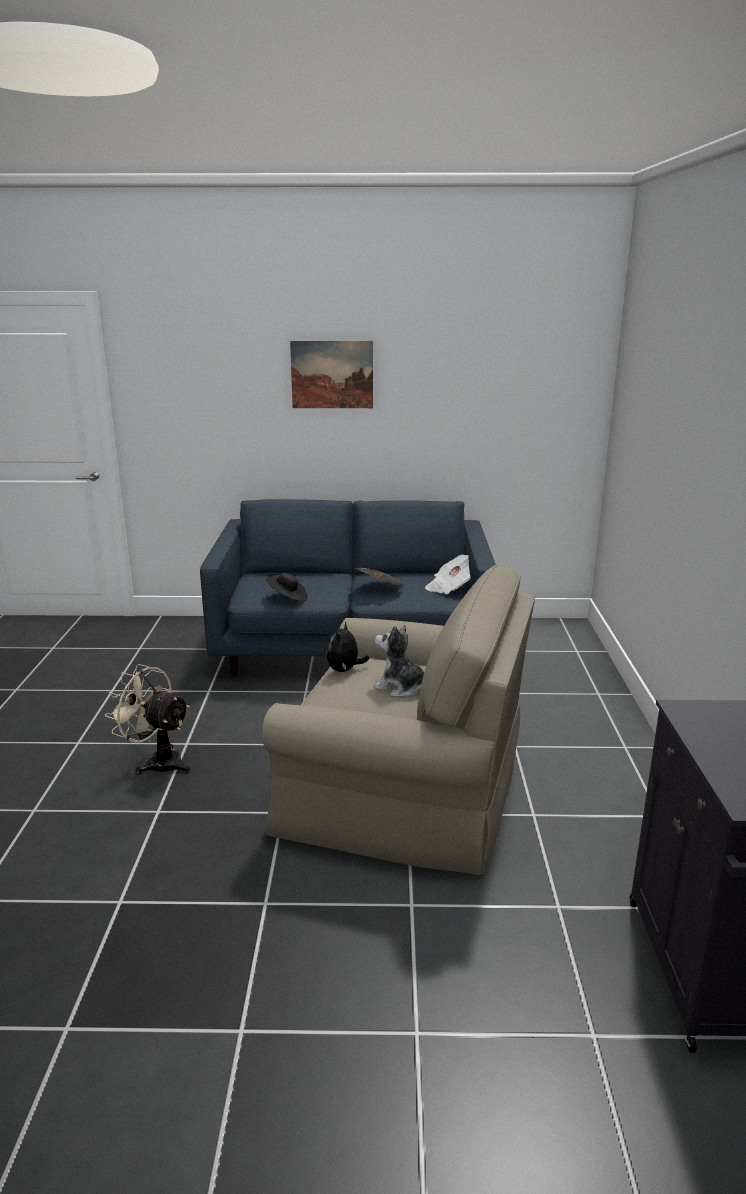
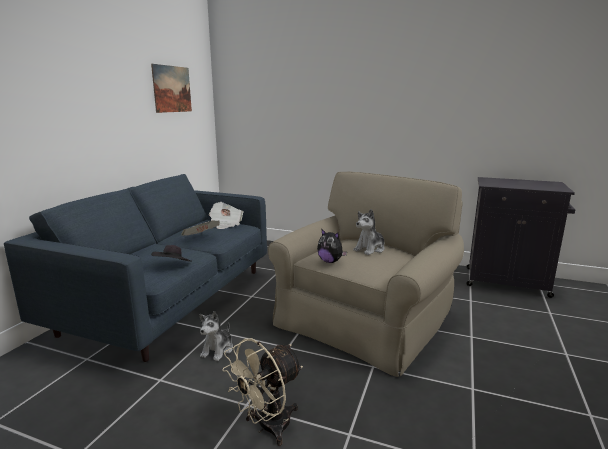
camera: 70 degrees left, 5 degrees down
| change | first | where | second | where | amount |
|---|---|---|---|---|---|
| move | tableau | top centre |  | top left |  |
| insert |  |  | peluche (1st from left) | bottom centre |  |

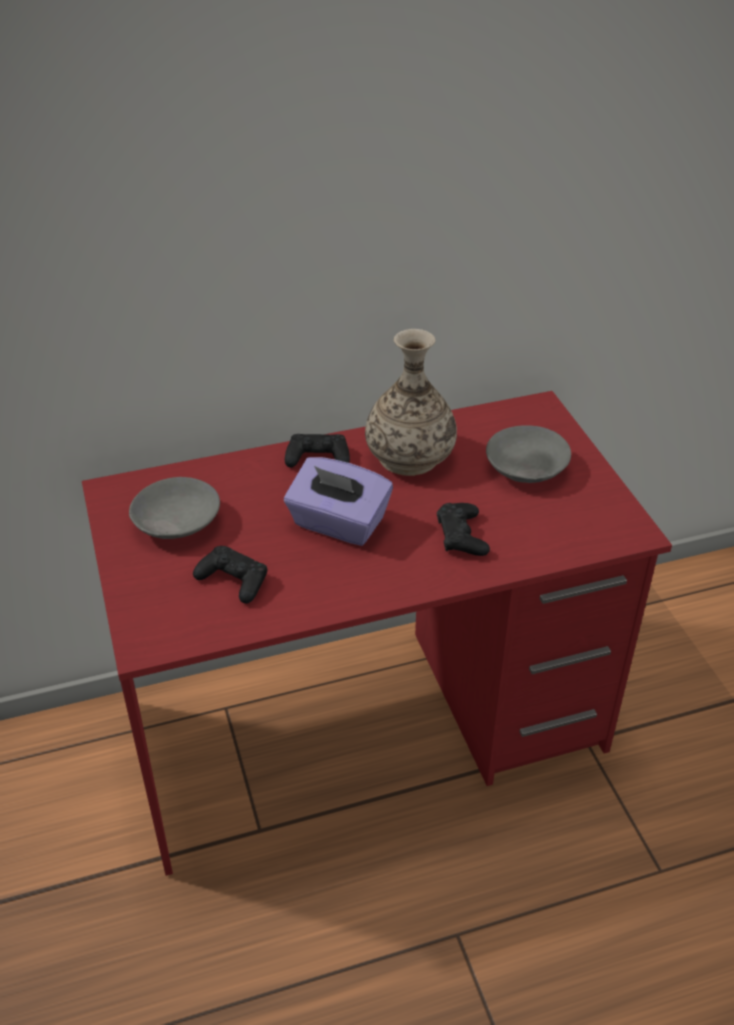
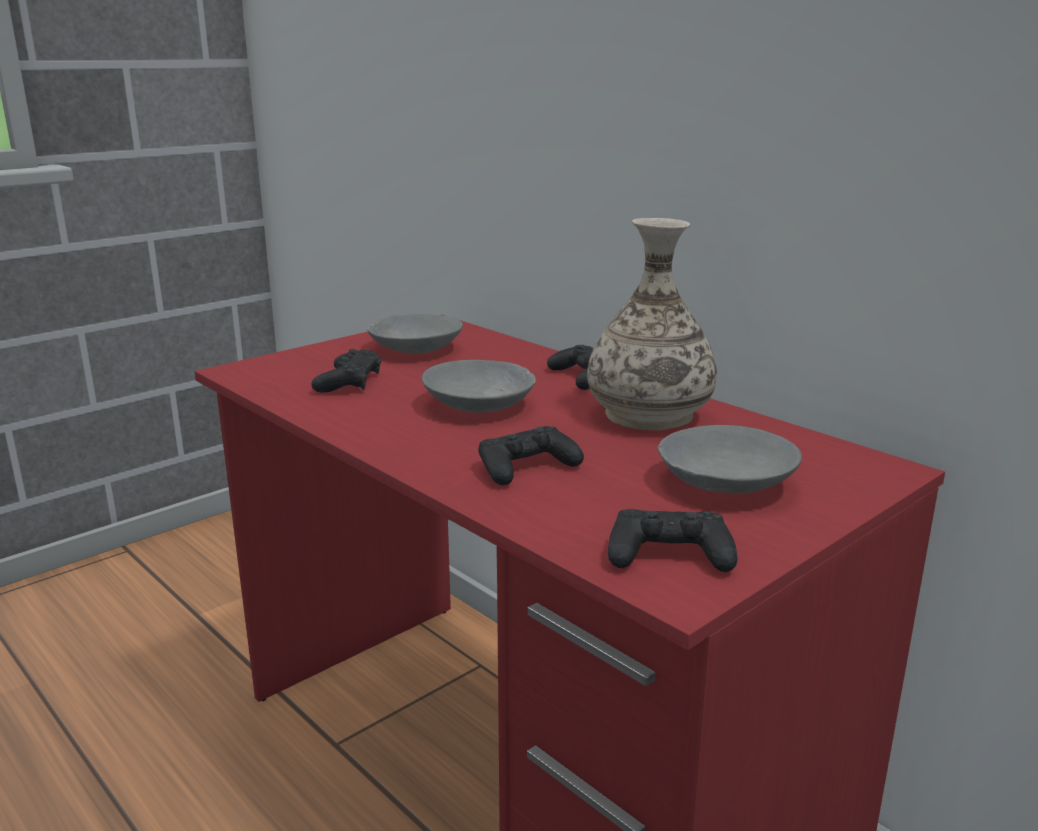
camera: 65 degrees right, 20 degrees down
| change | first | where | second | where | amount |
|---|---|---|---|---|---|
| replace | boîte à mouchoirs (violet) | centre | bol (gris) (2nd from left) | centre |  |
| insert |  |  | manette (noir) (4th from left) | centre |  |

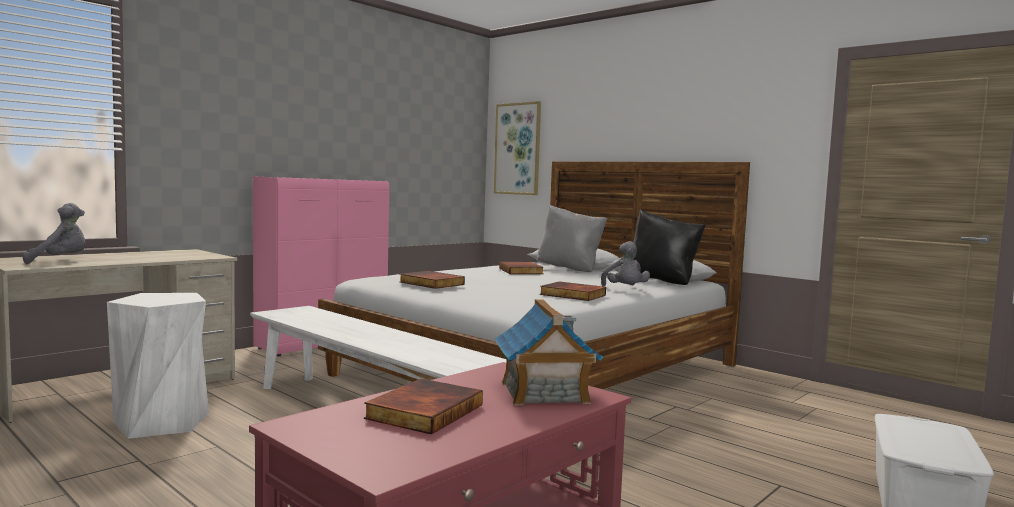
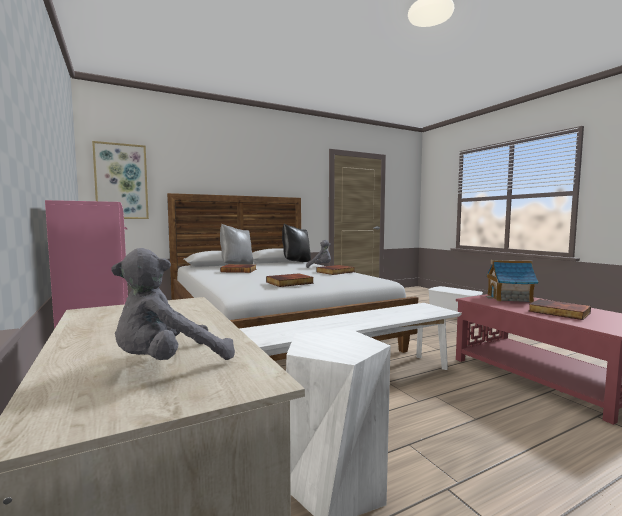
camera: 70 degrees left, 0 degrees up
| change | first | where | second | where | amount |
|---|---|---|---|---|---|
| rotate | peluche (gris) (1st from left) | middle left |  | middle left | 120 degrees counterclockwise |

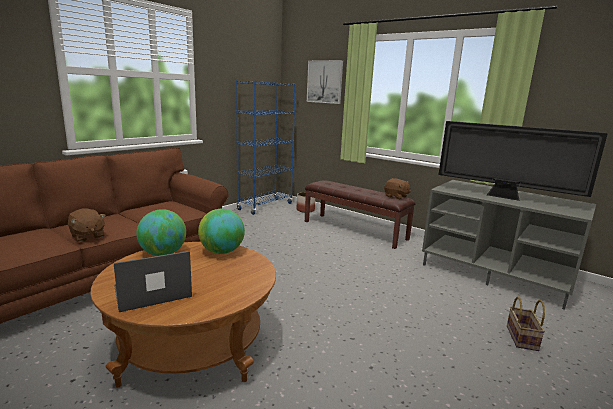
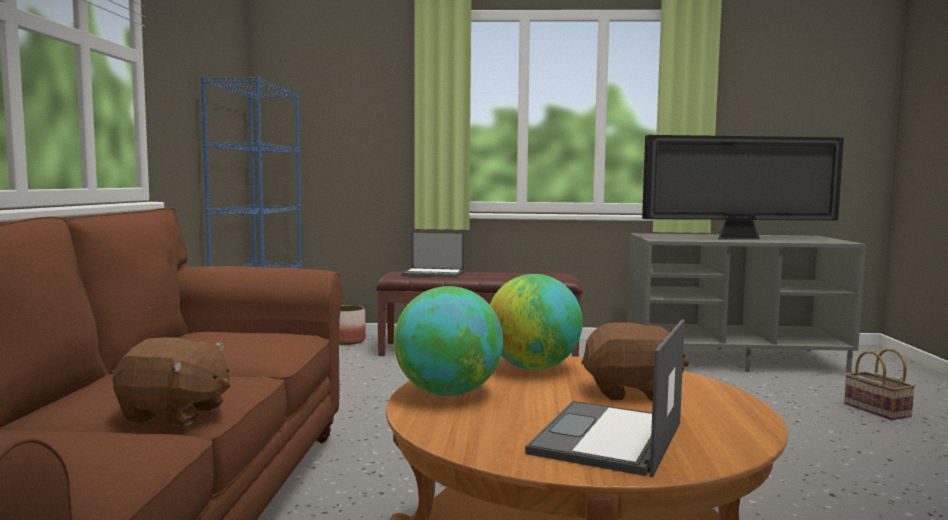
camera: 35 degrees left, 10 degrees down
| change | first | where | second | where | amount |
|---|---|---|---|---|---|
| insert |  |  | ordinateur portable (1st from left) | centre |  |
| move | peluche (marron) (2nd from left) | centre |  | bottom right |  |
| delete | tableau | top centre |  |  |  |

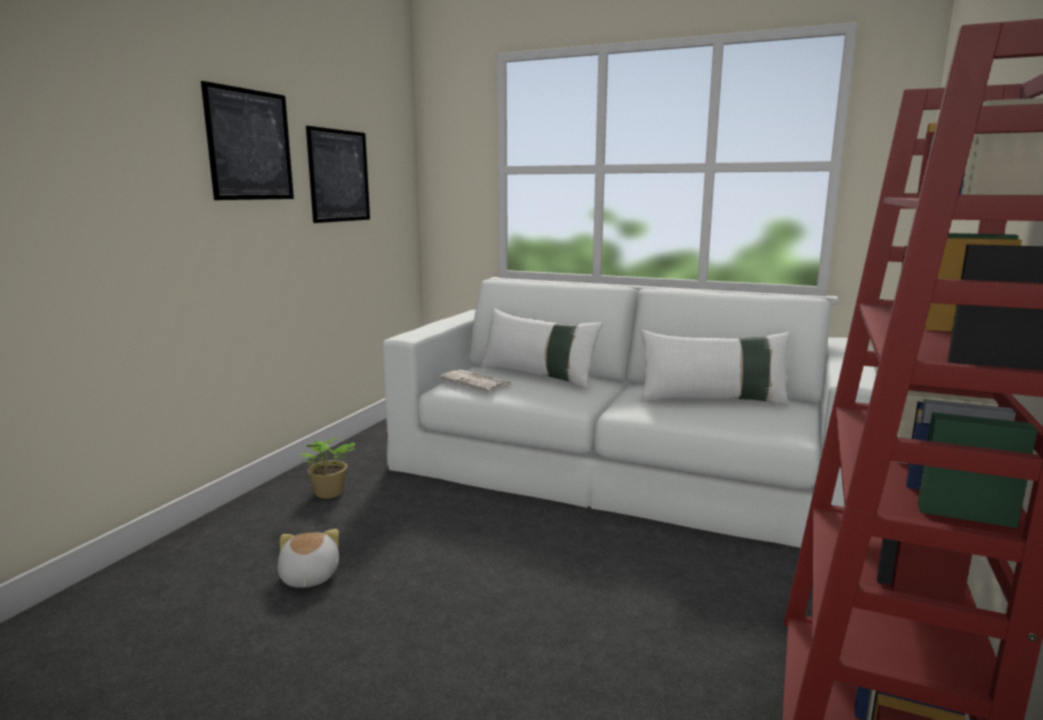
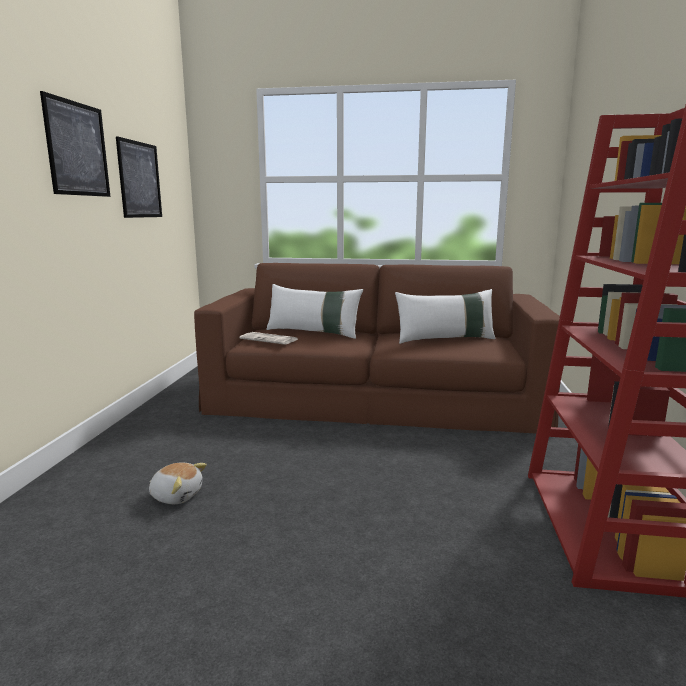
camera: 15 degrees left, 0 degrees up
| change | first | where | second | where | amount |
|---|---|---|---|---|---|
| rotate | peluche | bottom left |  | bottom left | 135 degrees clockwise |
| recolor | canapé (blanc) | centre | canapé (marron) | centre |  |
| delete | plante en pot | middle left |  |  |  |

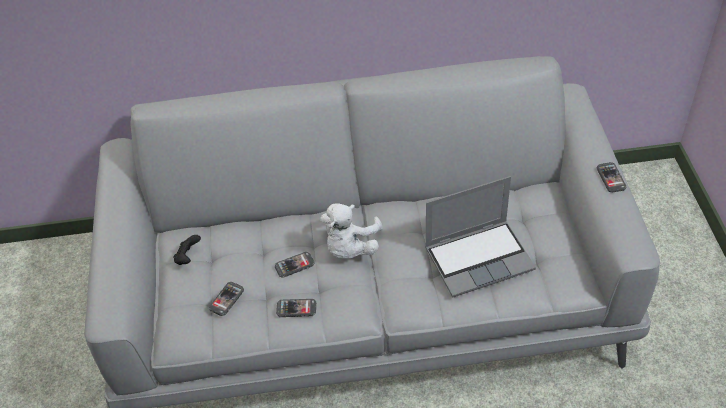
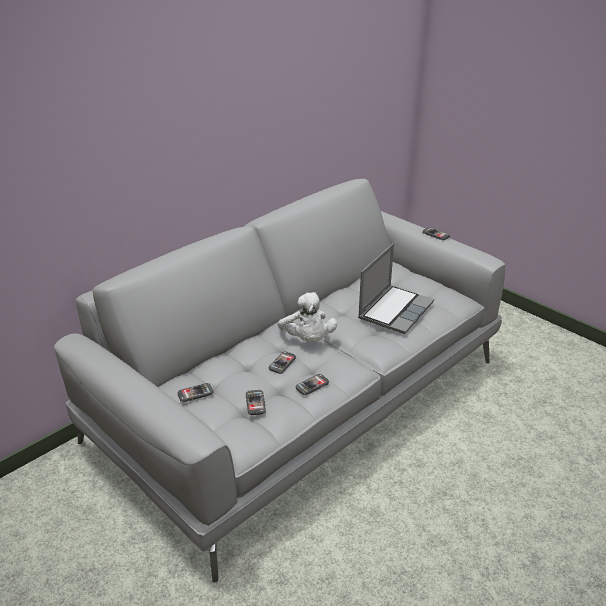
camera: 40 degrees left, 15 degrees down
| change | first | where | second | where | amount |
|---|---|---|---|---|---|
| replace | manette (noir) | middle left | téléphone (1st from left) | middle left |  |

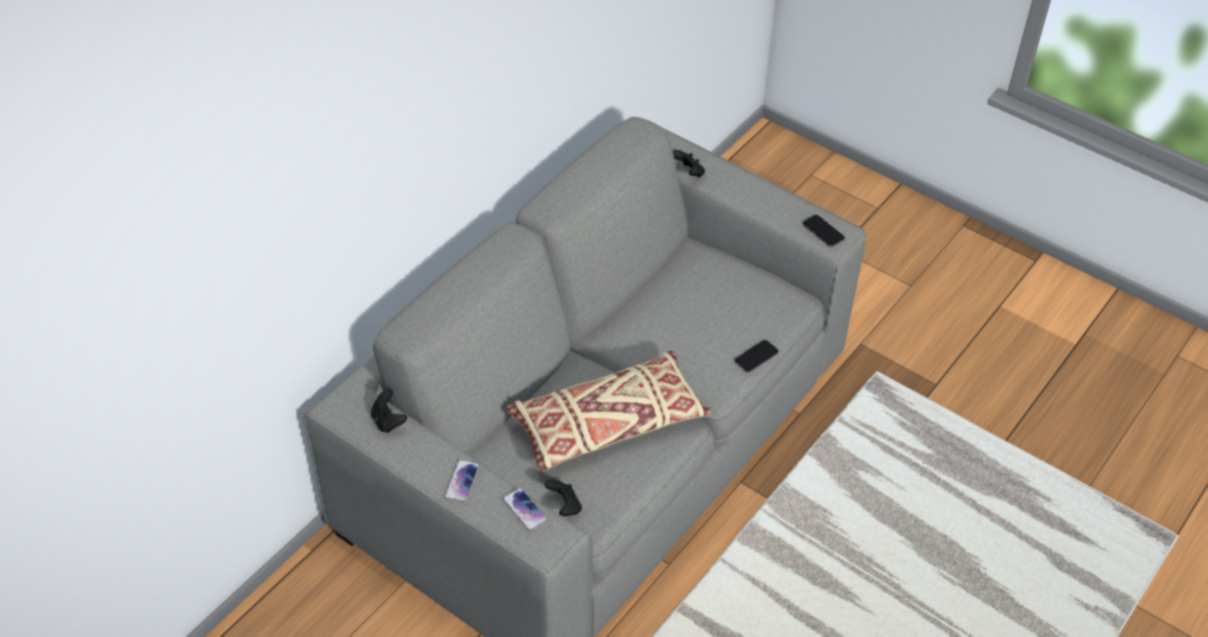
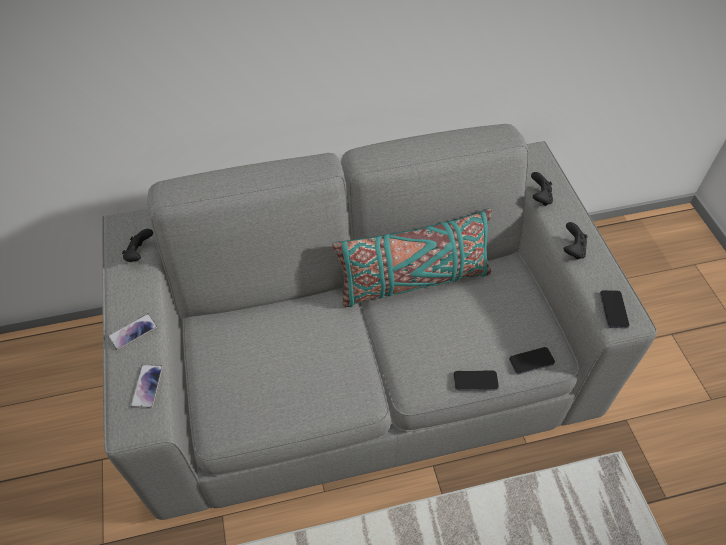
camera: 40 degrees right, 5 degrees up
| change | first | where | second | where | amount |
|---|---|---|---|---|---|
| insert |  |  | coussin (turquoise) | centre |  |
| insert |  |  | téléphone (4th from left) | middle right |  |
| move | manette (noir) (2nd from left in the first image) | bottom centre | manette (noir) (3rd from left) | middle right |  |
| delete | coussin (beige) | centre |  |  |  |

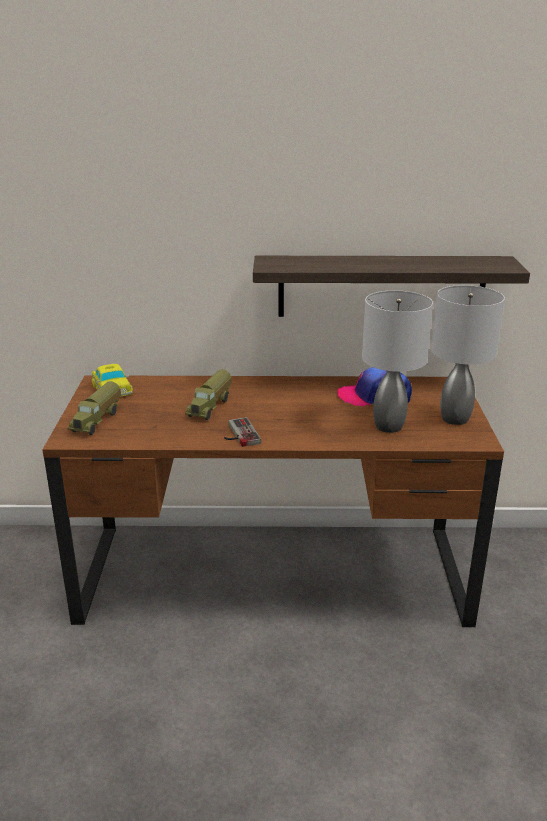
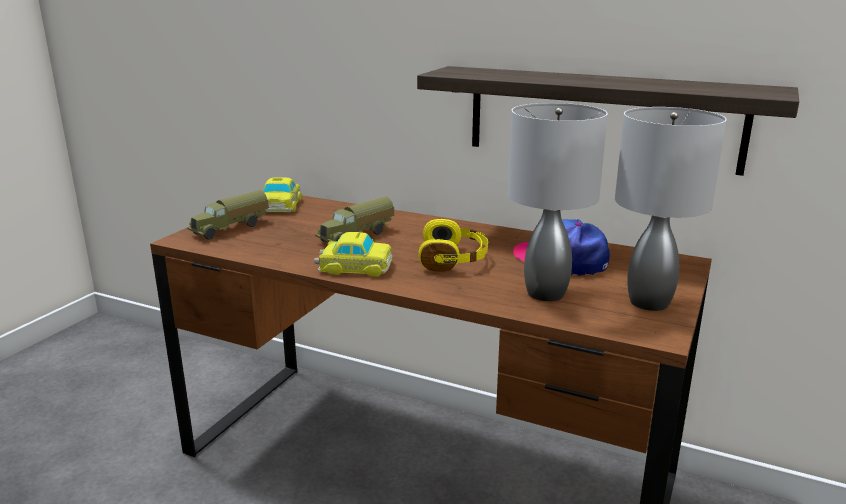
camera: 25 degrees right, 5 degrees down
| change | first | where | second | where | amount |
|---|---|---|---|---|---|
| replace | manette | centre | petite voiture (2nd from left) | centre |  |
| insert |  |  | casque audio (jaune) | centre |  |

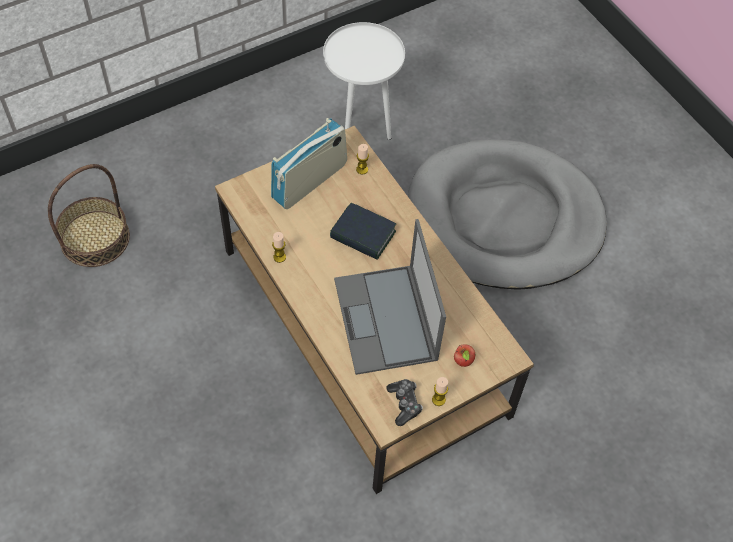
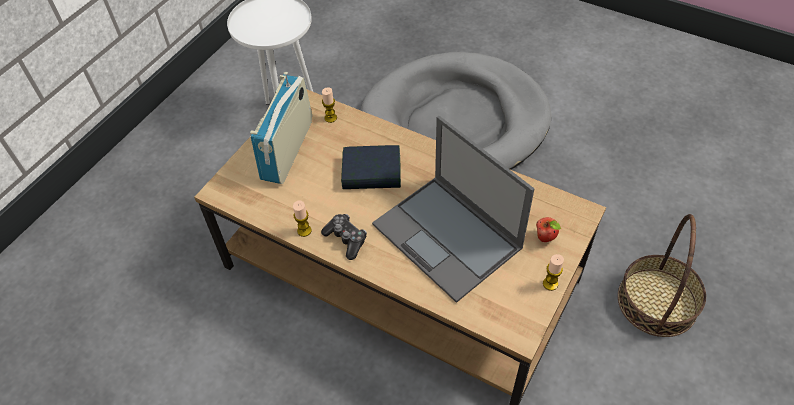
camera: 25 degrees left, 5 degrees down
| change | first | where | second | where | amount |
|---|---|---|---|---|---|
| move | manette | bottom centre |  | centre |  |
| move | panier | middle left |  | bottom right |  |

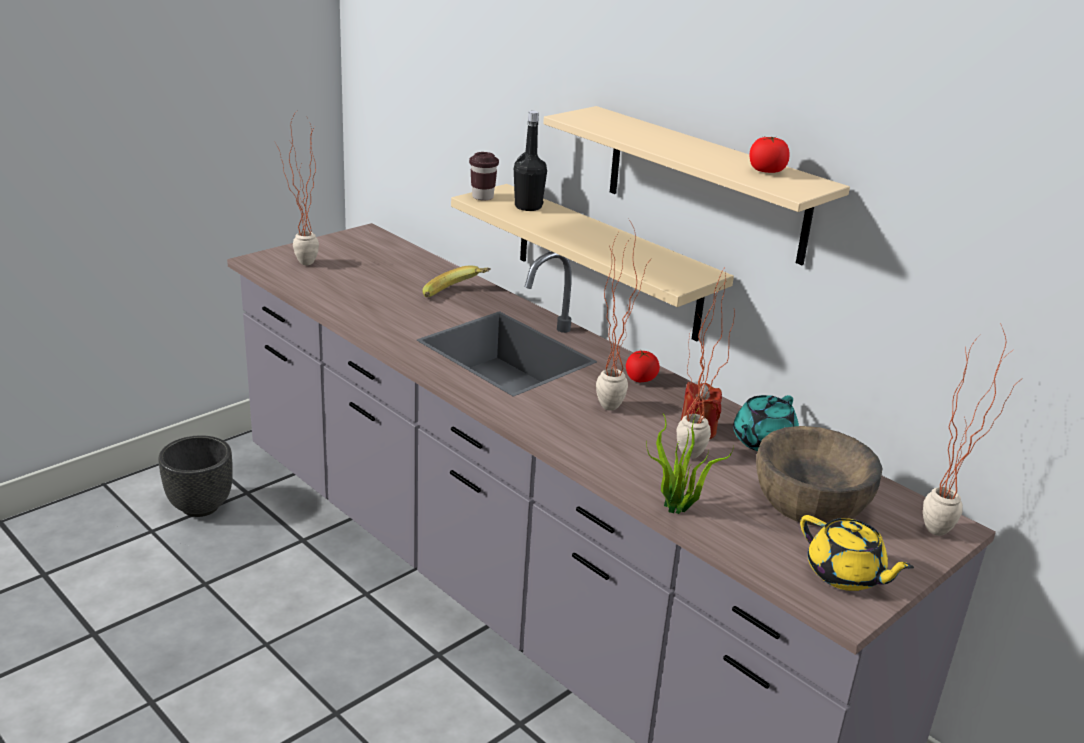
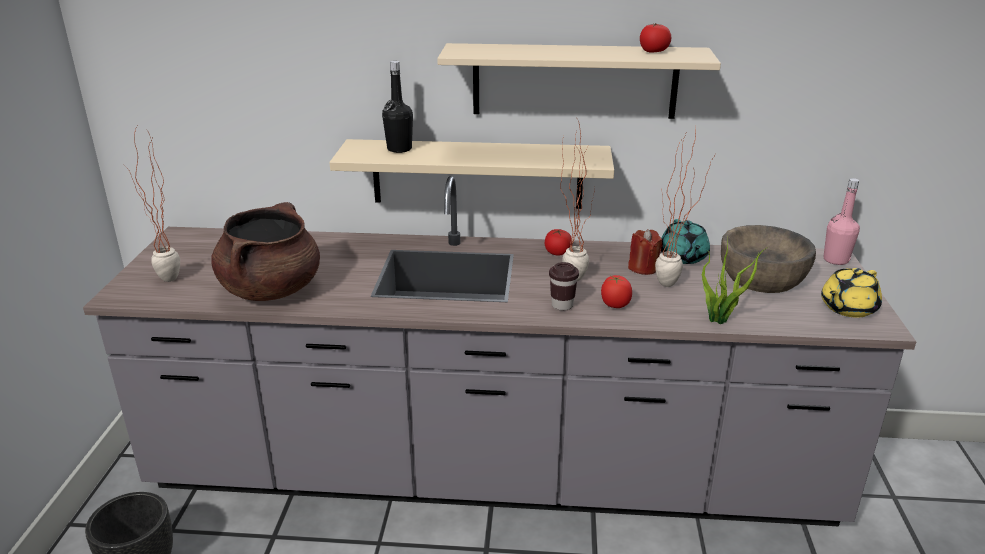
camera: 40 degrees left, 0 degrees up
| change | first | where | second | where | amount |
|---|---|---|---|---|---|
| insert |  |  | marmite (marron) | middle left |  |
| move | tasse (marron) | top centre |  | centre |  |
| insert |  |  | tomate (2nd from left) | centre |  |
| rotate | théière (jaune) | bottom right |  | middle right | 135 degrees clockwise |
| replace | plante en pot (5th from left) | middle right | bouteille (rose) | middle right |  |
| delete | banane | centre |  |  |  |

